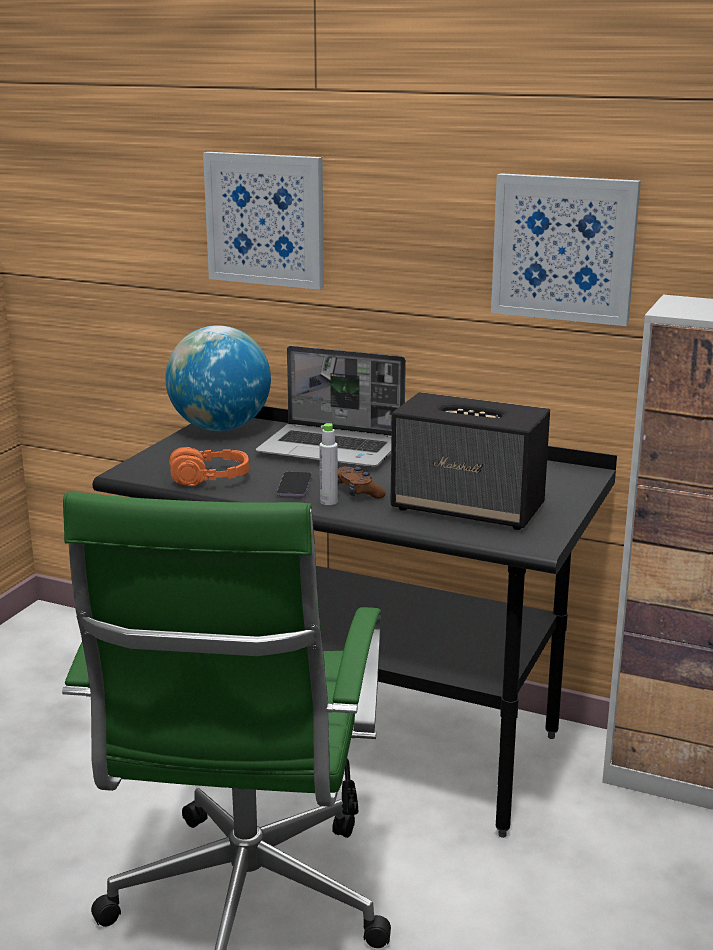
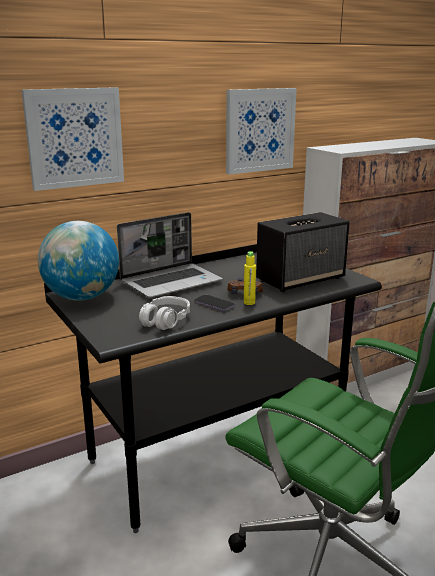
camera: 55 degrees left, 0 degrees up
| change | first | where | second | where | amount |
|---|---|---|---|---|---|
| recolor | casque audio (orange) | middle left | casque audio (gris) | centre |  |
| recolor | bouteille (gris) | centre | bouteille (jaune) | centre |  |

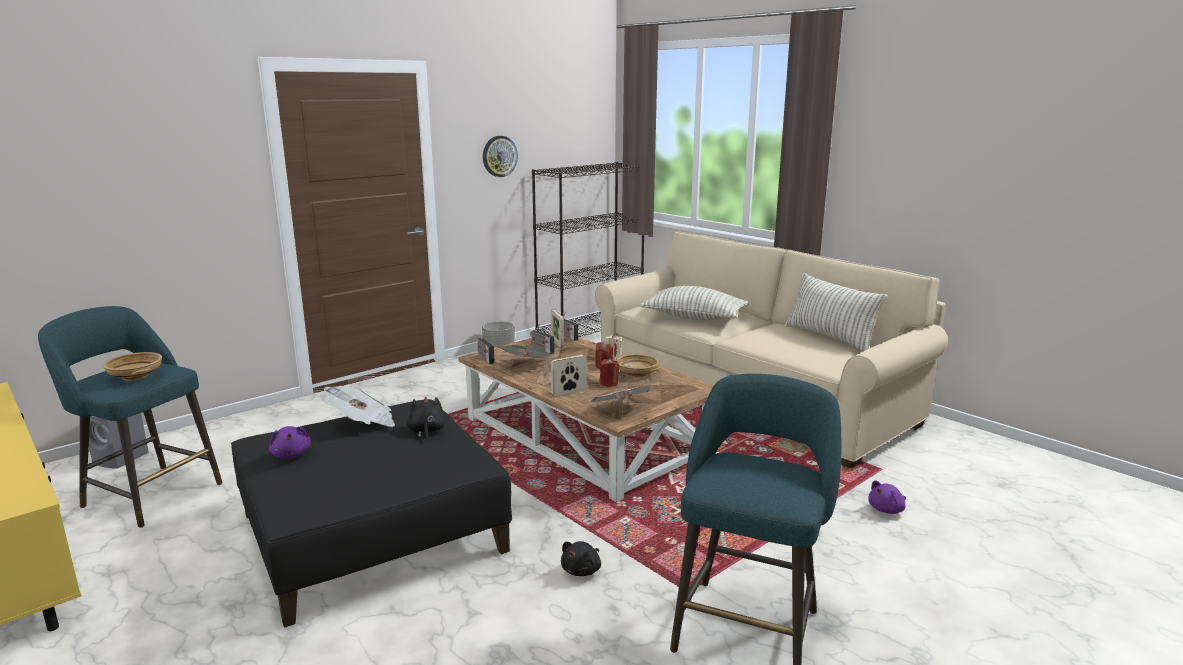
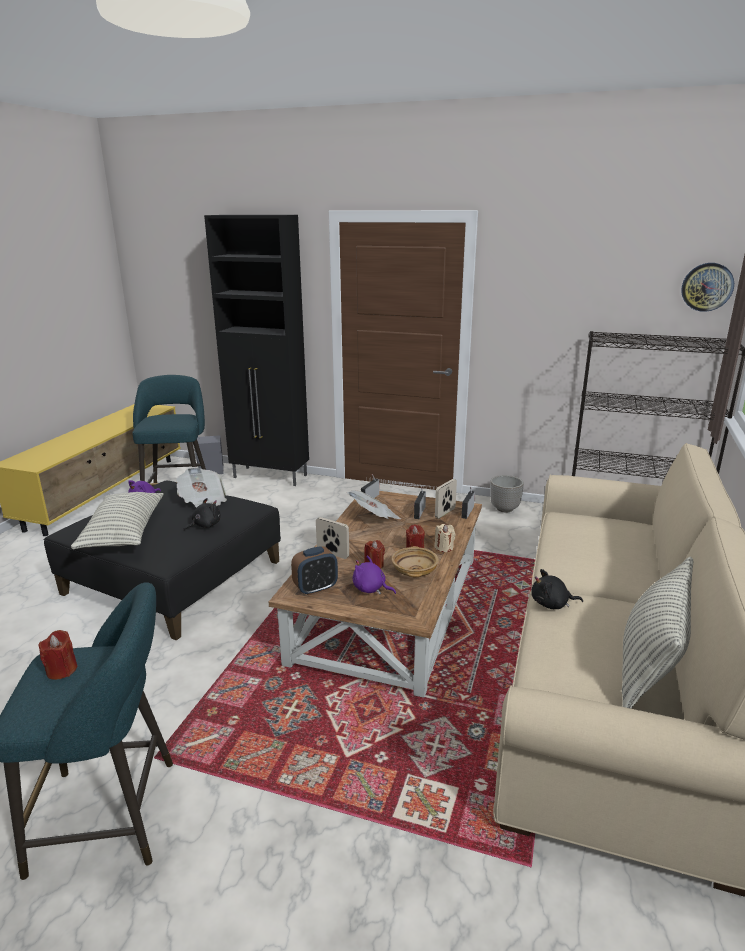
camera: 60 degrees right, 5 degrees up
| change | first | where | second | where | amount |
|---|---|---|---|---|---|
| insert |  |  | bougie (rouge) (1st from left) | bottom left |  |
| move | coussin (1st from left) | centre |  | middle left |  |
| insert |  |  | meuble de rangement (noir) | centre |  |
| replace | journal (3rd from left) | centre | réveil | centre |  |
| move | peluche (violet) (2nd from left) | bottom right |  | centre |  |
| move | peluche (noir) (2nd from left) | bottom centre |  | middle right |  |
| move | horloge murale | top centre |  | top right |  |
| delete | bol (beige) (1st from left) | middle left |  |  |  |

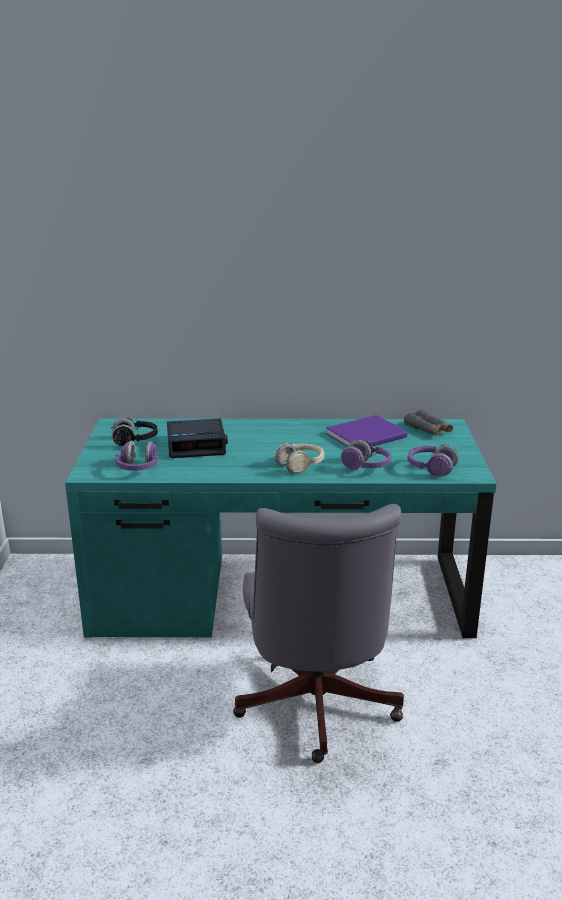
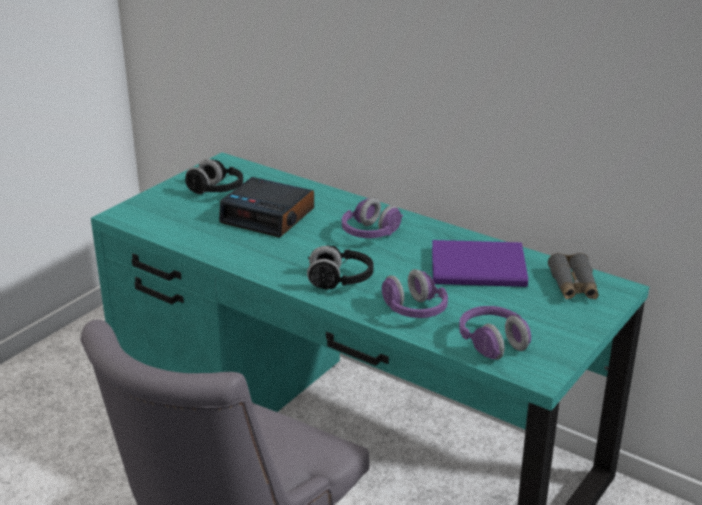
camera: 35 degrees right, 5 degrees up
| change | first | where | second | where | amount |
|---|---|---|---|---|---|
| recolor | casque audio (beige) | centre | casque audio (noir) (2nd from left) | centre |  |
| move | casque audio (violet) (1st from left) | middle left |  | centre |  |

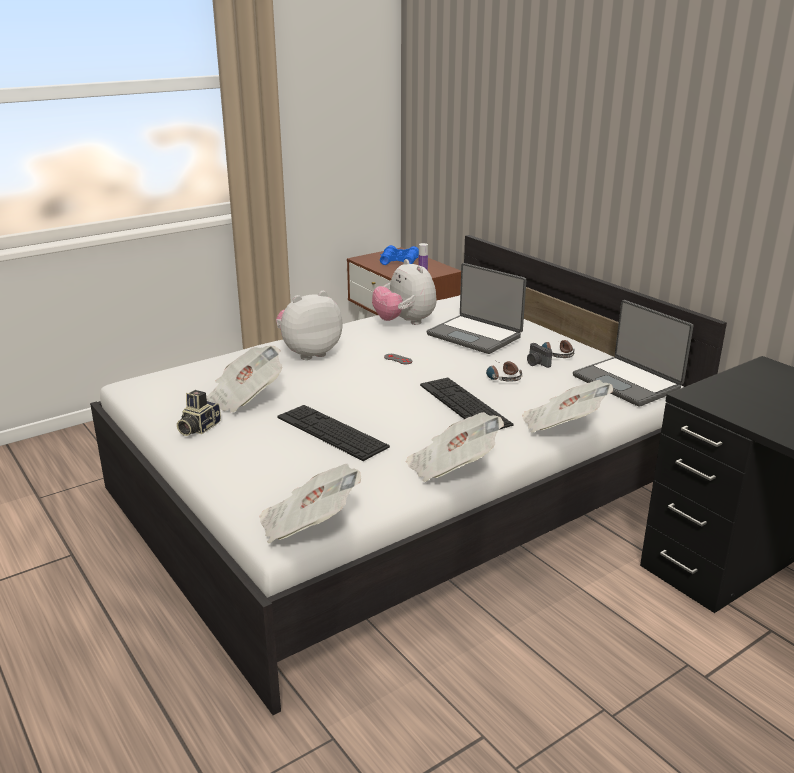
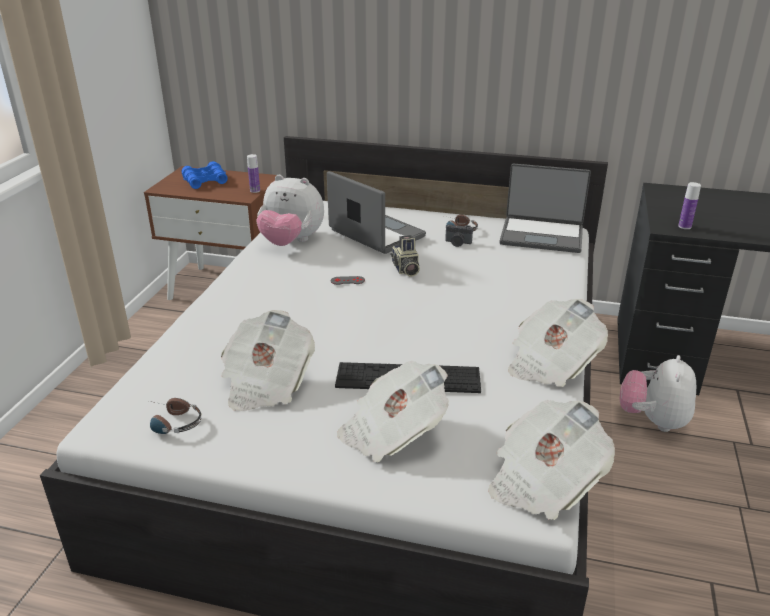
camera: 40 degrees left, 5 degrees up
| change | first | where | second | where | amount |
|---|---|---|---|---|---|
| move | casque audio (1st from left) | centre |  | bottom left |  |
| rotate | ordinateur portable (1st from left) | centre |  | centre | 135 degrees counterclockwise |
| move | journal (4th from left in the first image) | middle right | journal (2nd from left) | bottom centre |  |
| move | appareil photo (1st from left) | middle left |  | centre |  |
| move | peluche (1st from left in the first image) | centre | peluche (2nd from left) | middle right |  |
| insert |  |  | bouteille (2nd from left) | top right |  |
| delete | clavier (2nd from left) | centre |  |  |  |

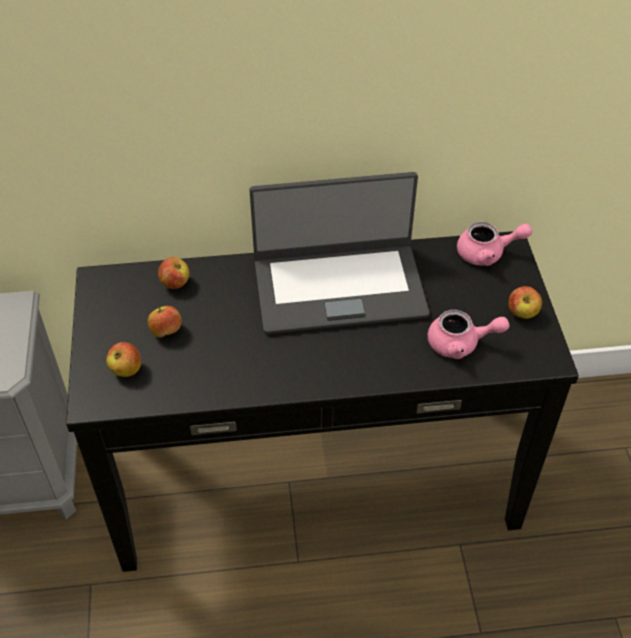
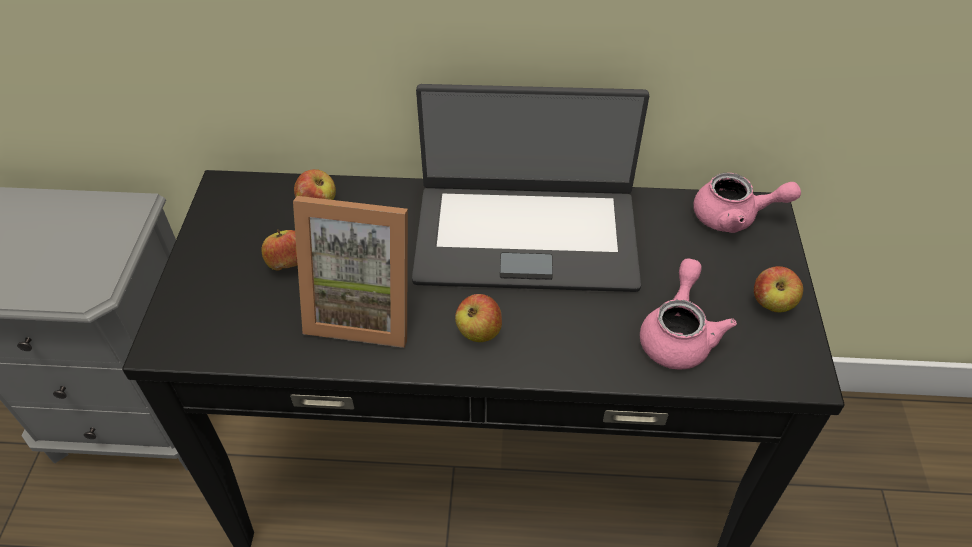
camera: 10 degrees right, 0 degrees up
| change | first | where | second | where | amount |
|---|---|---|---|---|---|
| insert |  |  | cadre photo | centre |  |
| move | pomme (1st from left in the first image) | middle left | pomme (3rd from left) | centre |  |
| rotate | théière (rose) (1st from left) | middle right |  | middle right | 90 degrees counterclockwise |

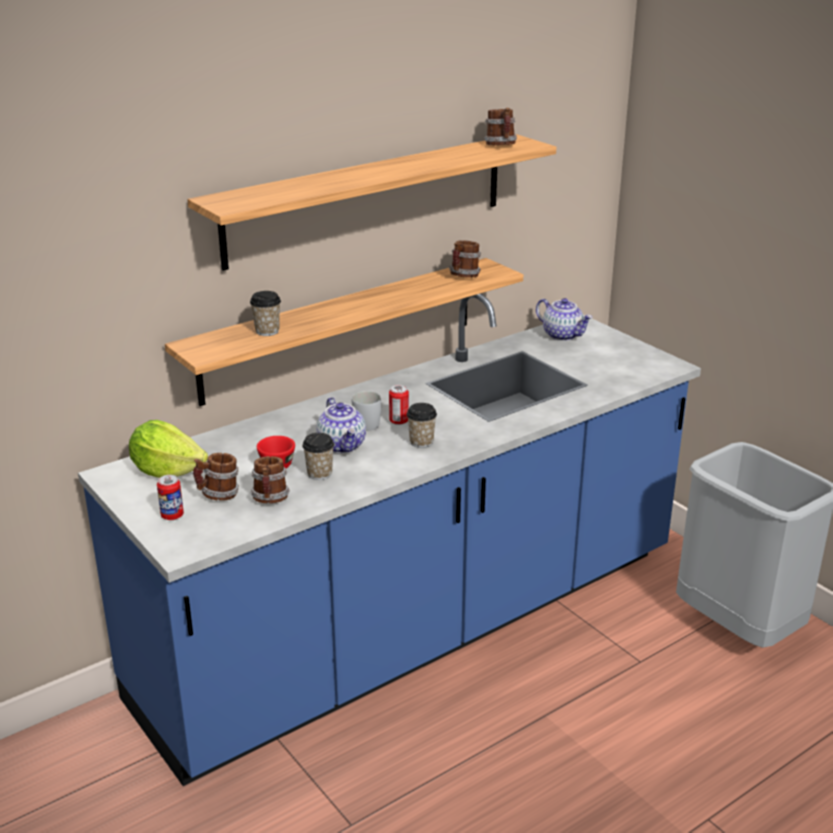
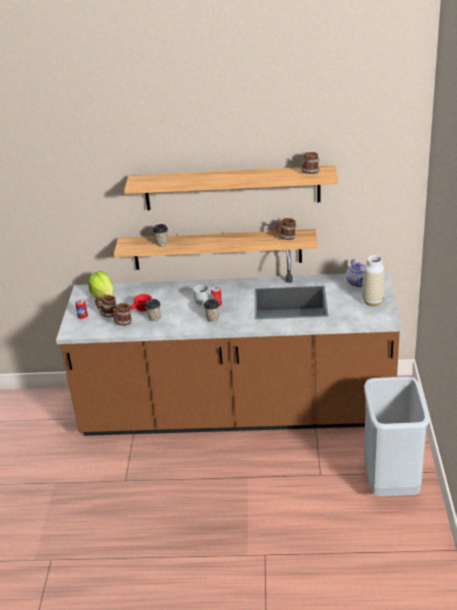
camera: 40 degrees right, 5 degrees up
| change | first | where | second | where | amount |
|---|---|---|---|---|---|
| recolor | comptoir de cuisine (bleu) | centre | comptoir de cuisine (marron) | centre |  |
| insert |  |  | vase | middle right |  |
| delete | théière (1st from left) | centre |  |  |  |

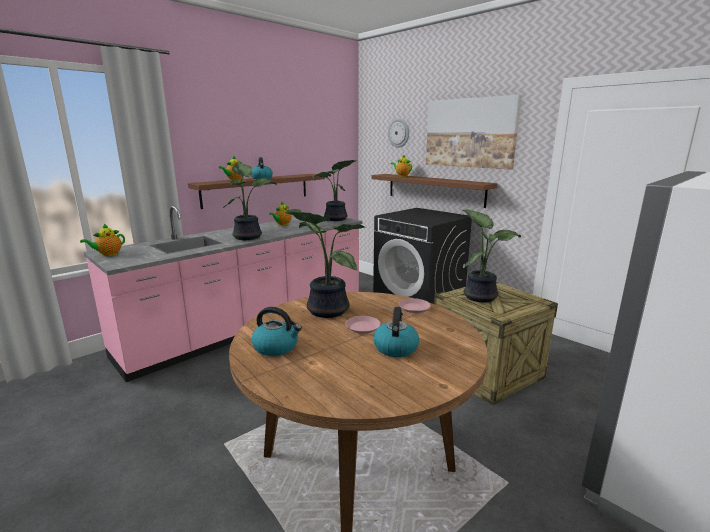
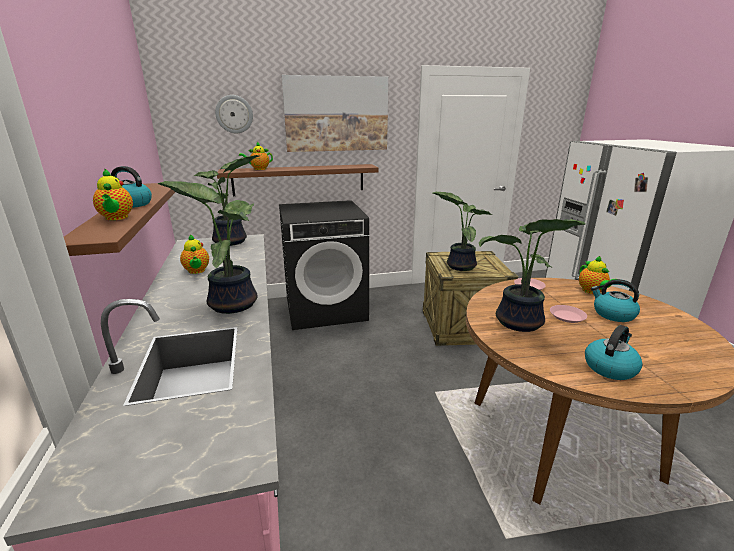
camera: 60 degrees left, 5 degrees up
| change | first | where | second | where | amount |
|---|---|---|---|---|---|
| move | théière (1st from left in the first image) | middle left | théière (4th from left) | middle right |  |

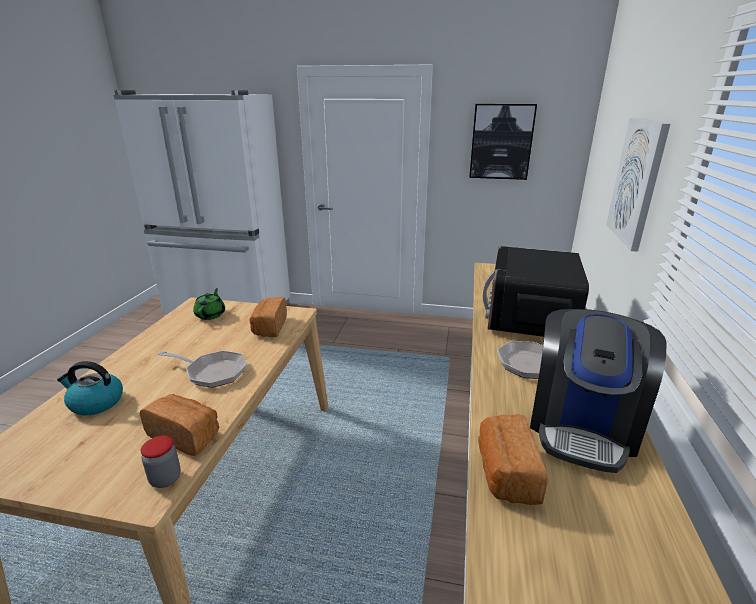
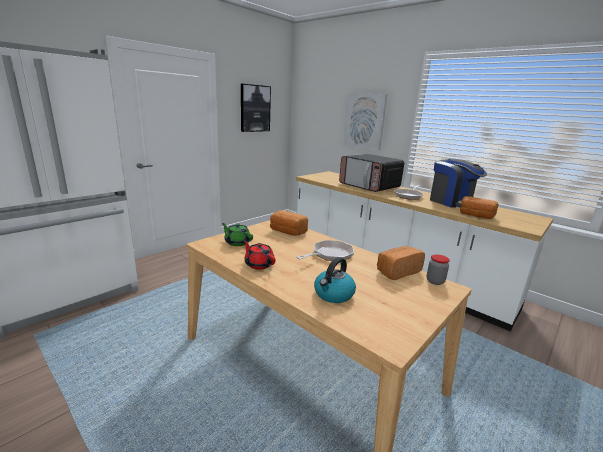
camera: 60 degrees left, 5 degrees down
| change | first | where | second | where | amount |
|---|---|---|---|---|---|
| insert |  |  | théière (rouge) | centre |  |

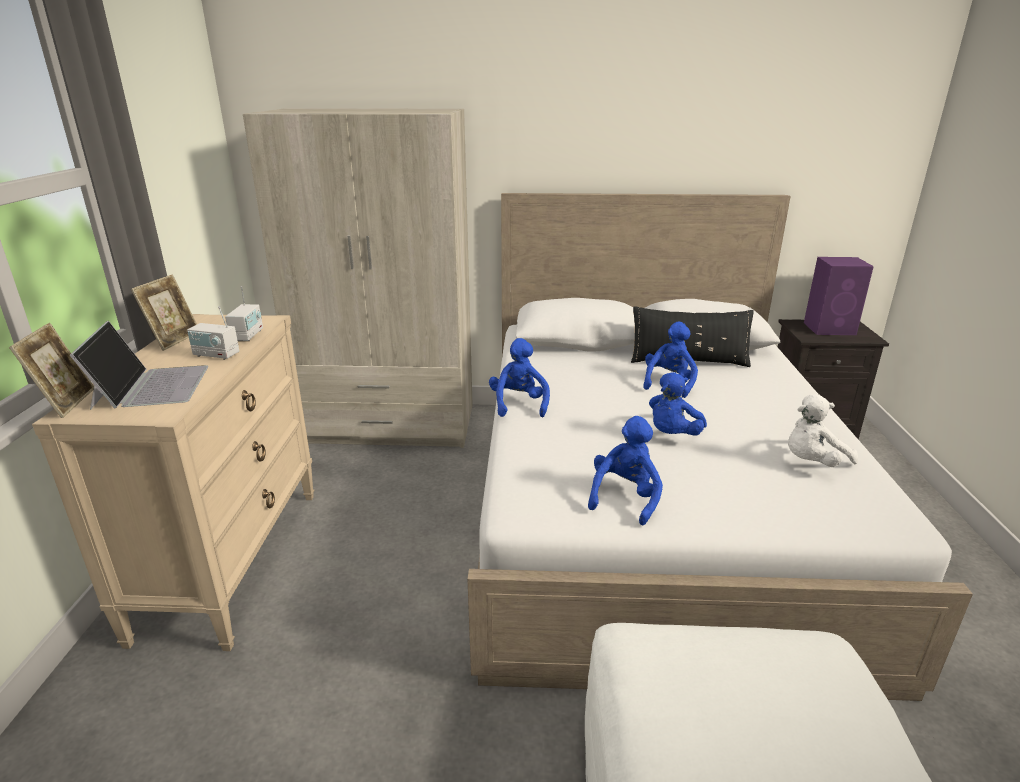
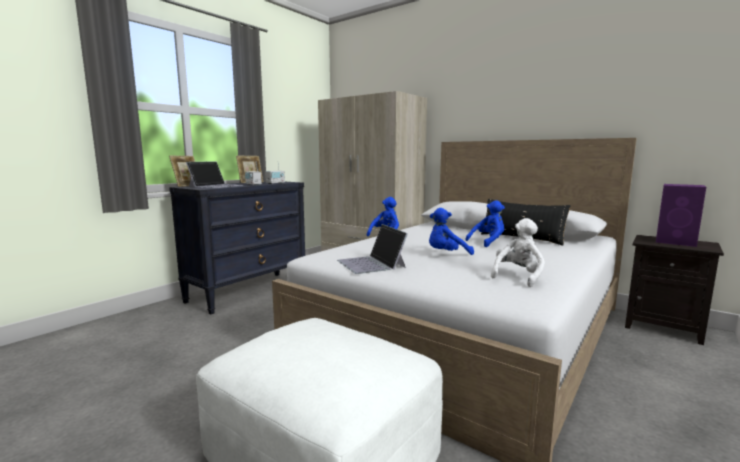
camera: 35 degrees right, 15 degrees down
| change | first | where | second | where | amount |
|---|---|---|---|---|---|
| recolor | commode (beige) | middle left | commode (noir) | middle left |  |
| replace | peluche (bleu) (2nd from left) | centre | ordinateur portable (2nd from left) | centre |  |
| rotate | peluche (blanc) | middle right |  | middle right | 120 degrees clockwise |

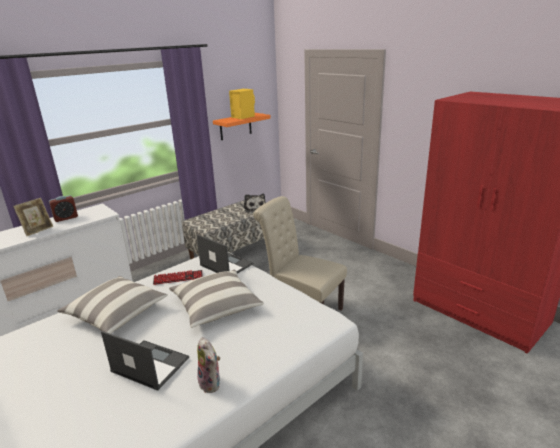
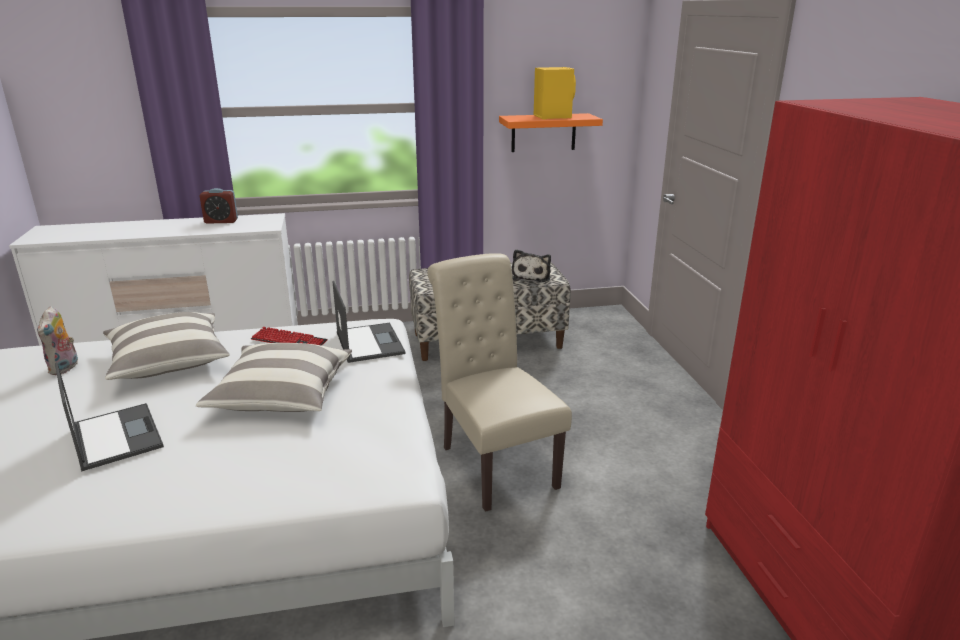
camera: 30 degrees right, 0 degrees up
| change | first | where | second | where | amount |
|---|---|---|---|---|---|
| move | peluche (1st from left) | bottom centre |  | middle left |  |
| delete | cadre photo | middle left |  |  |  |

